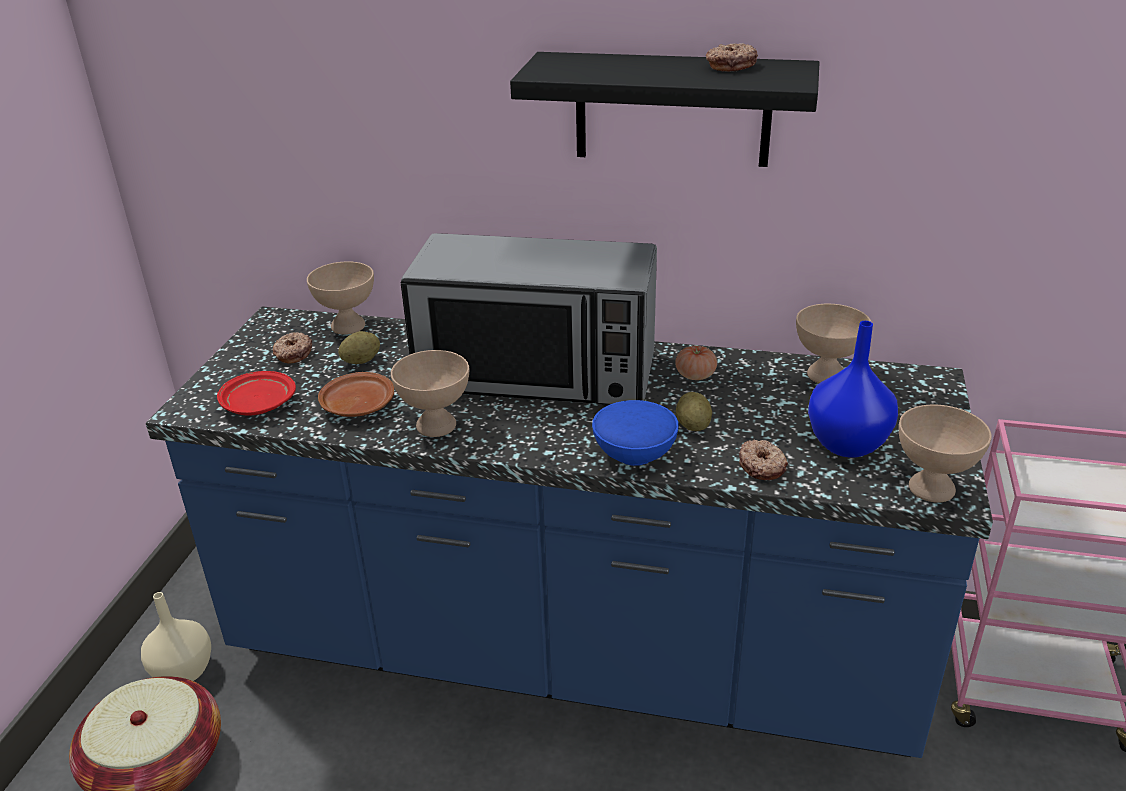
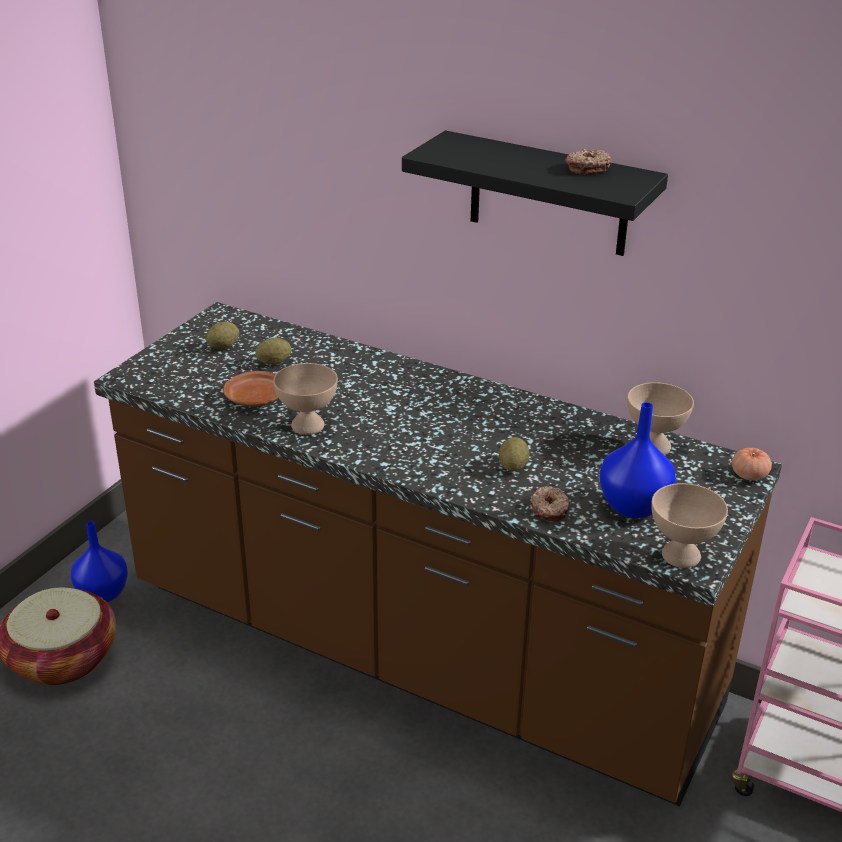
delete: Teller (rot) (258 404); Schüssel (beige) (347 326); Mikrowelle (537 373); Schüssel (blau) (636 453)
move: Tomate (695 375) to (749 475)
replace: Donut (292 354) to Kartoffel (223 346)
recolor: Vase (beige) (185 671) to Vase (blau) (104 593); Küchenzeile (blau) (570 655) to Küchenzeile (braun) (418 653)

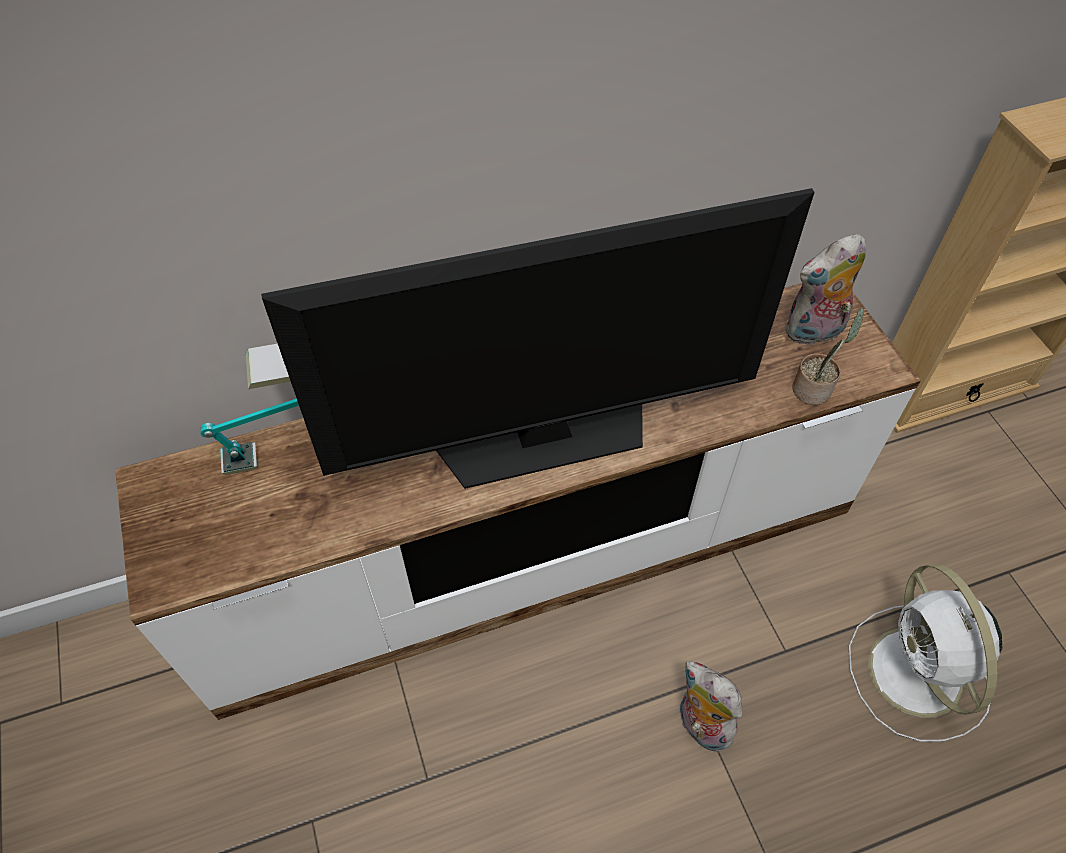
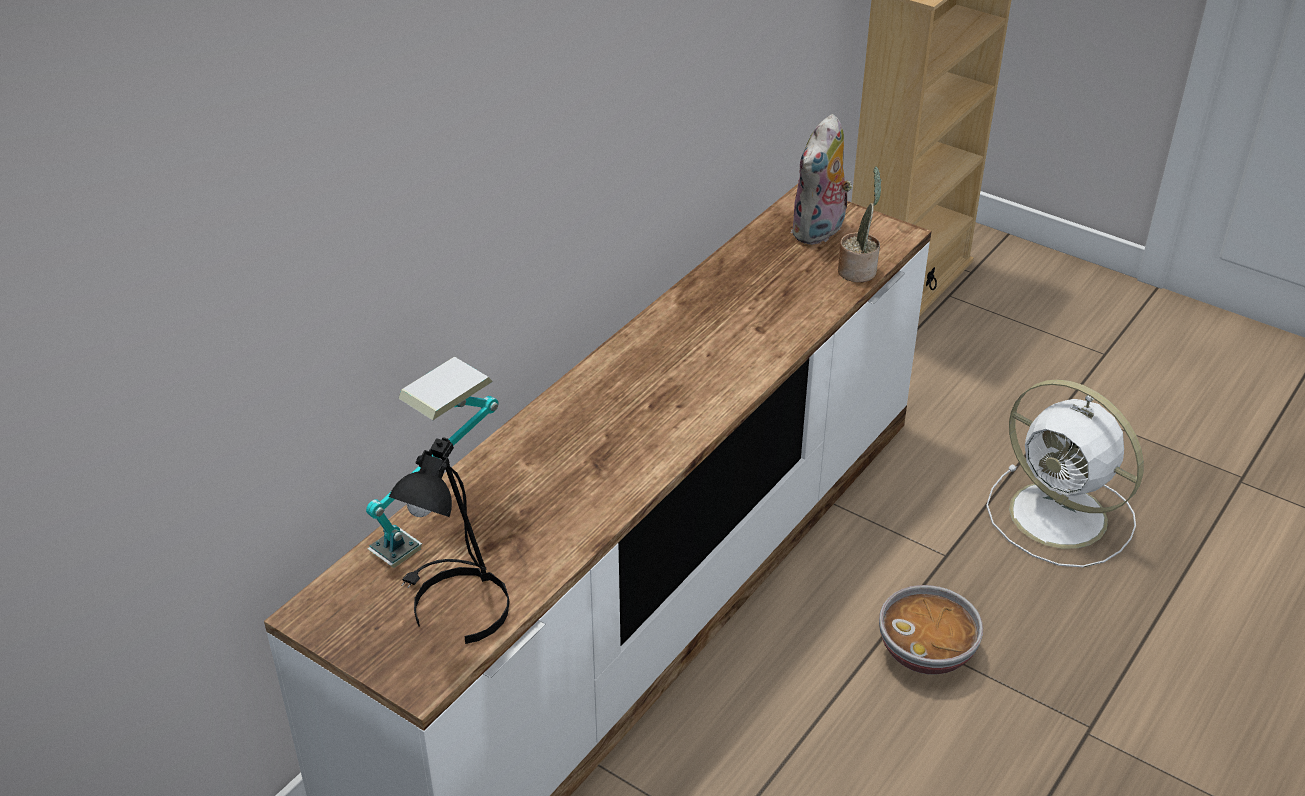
delete: Fernseher (544 436)
insert: Tischlampe (schwarz) (455 606)
replace: Plüschtier (700 726) to Schüssel (927 651)

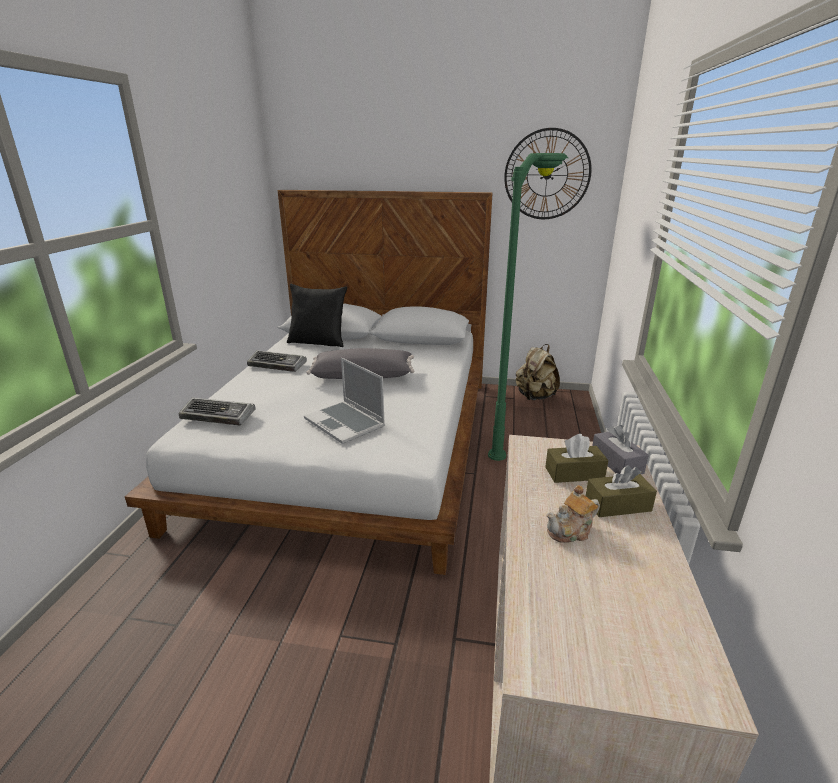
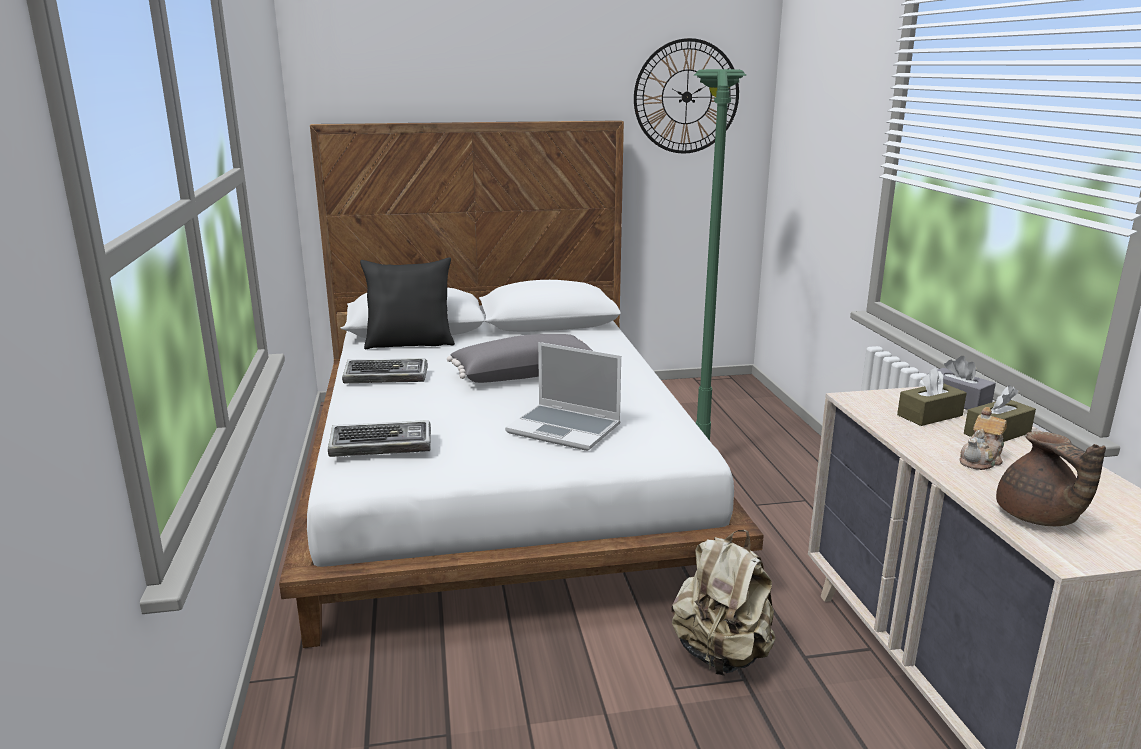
insert: Teekanne (braun) (1037 518)
move: Rucksack (beige) (535 397) to (722 654)

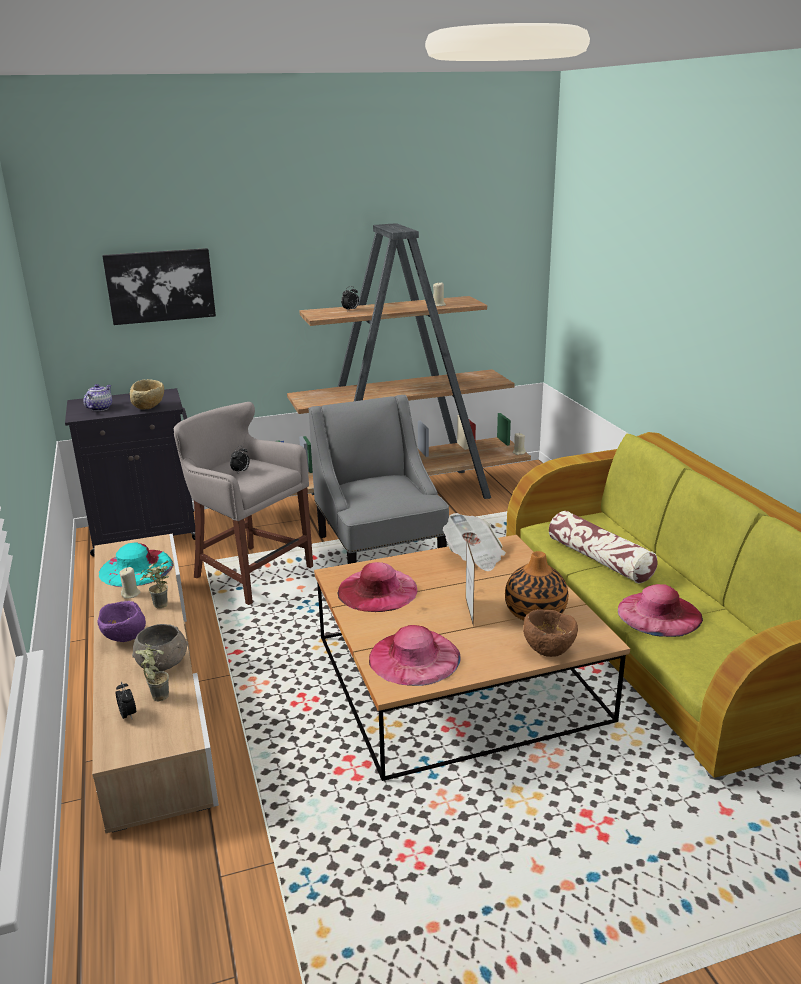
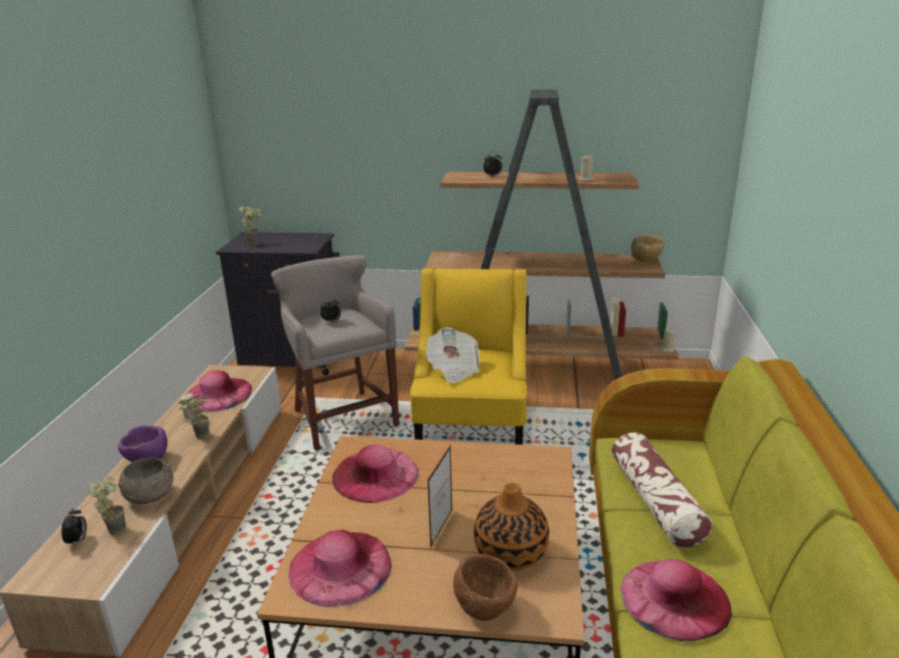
delete: Bild (160 286)
move: Zeitung (474 556) to (453 369); Schüssel (beige) (149 408) to (646 261)
replace: Teekanne (100 408) to Topfpflanze (255 243)
recolor: Hut (türkis) (136 568) to Hut (rosa) (218 394); Sessel (grau) (380 551) to Sessel (gelb) (472 425)

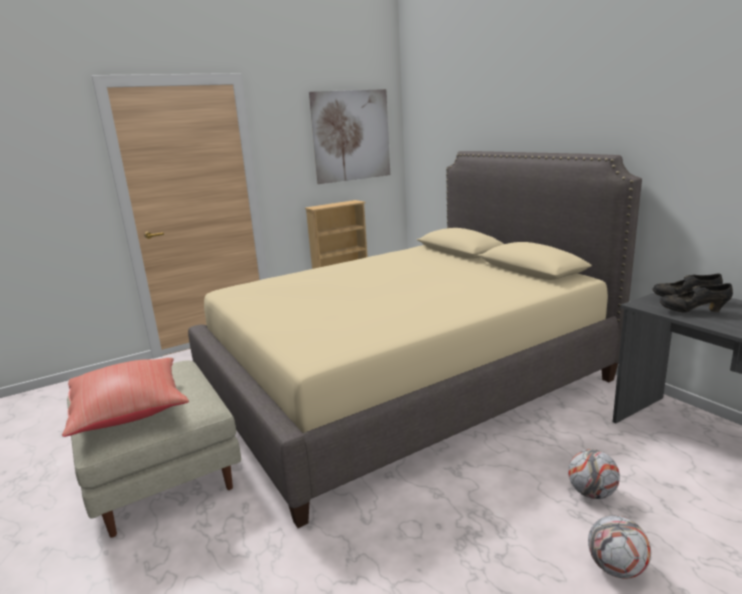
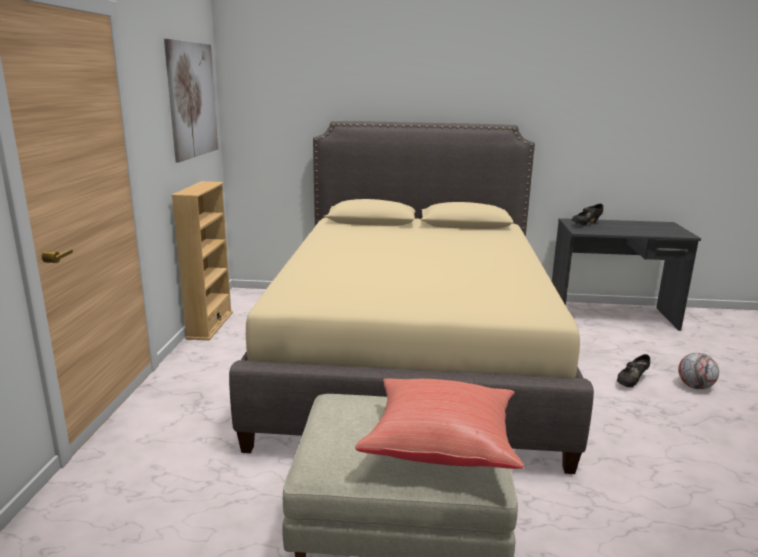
delete: Fußball (591 493)
move: Schuh (schwarz) (693 311) to (631 382)

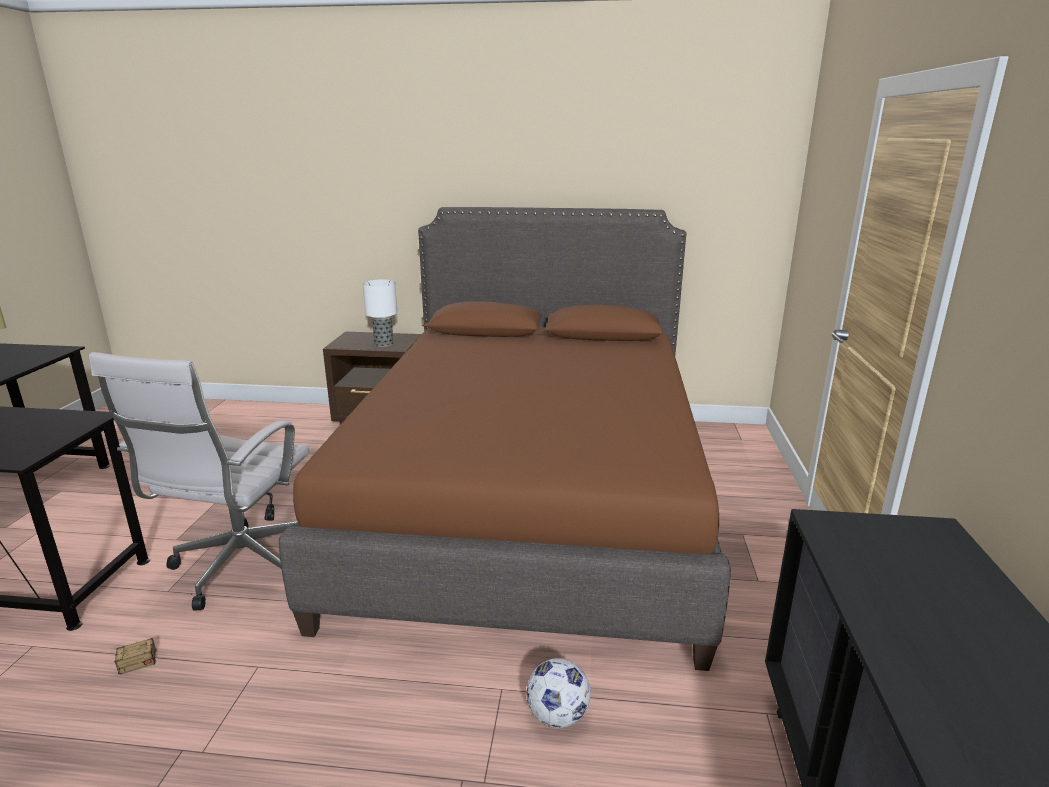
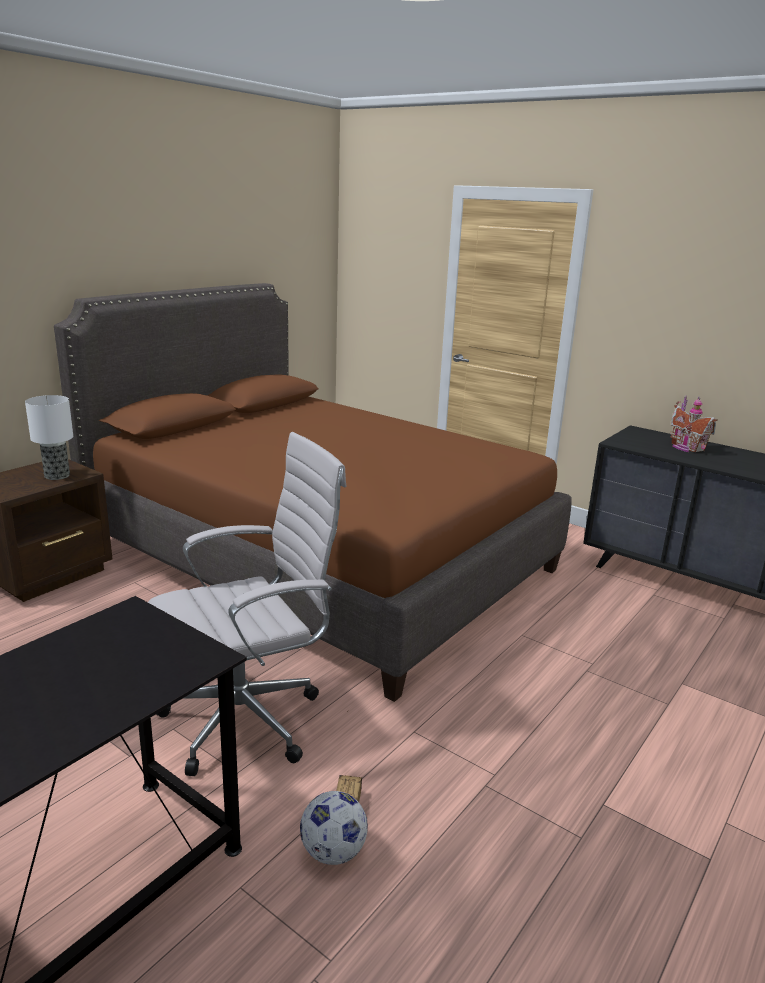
insert: Spielzeughaus (686 448)
move: Fußball (558 716) to (333 852)
rotate: Bürostuhl (weiß) (240 569) = (249 719) 75 degrees counterclockwise

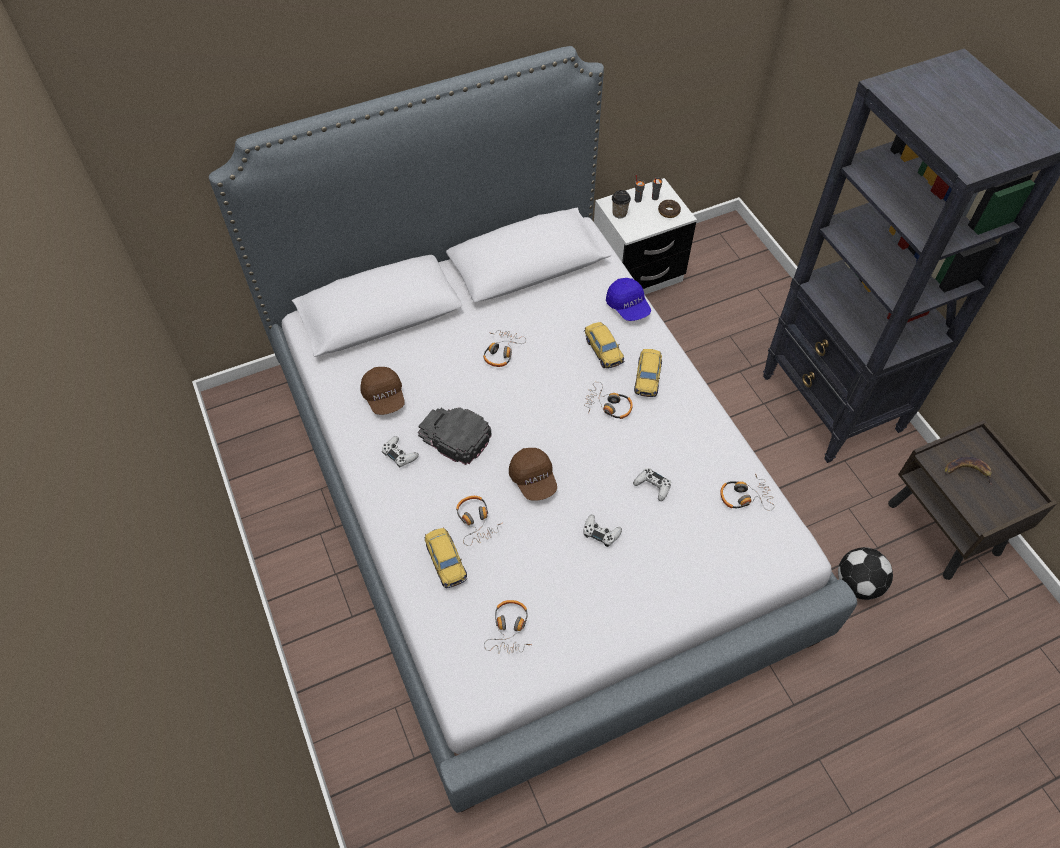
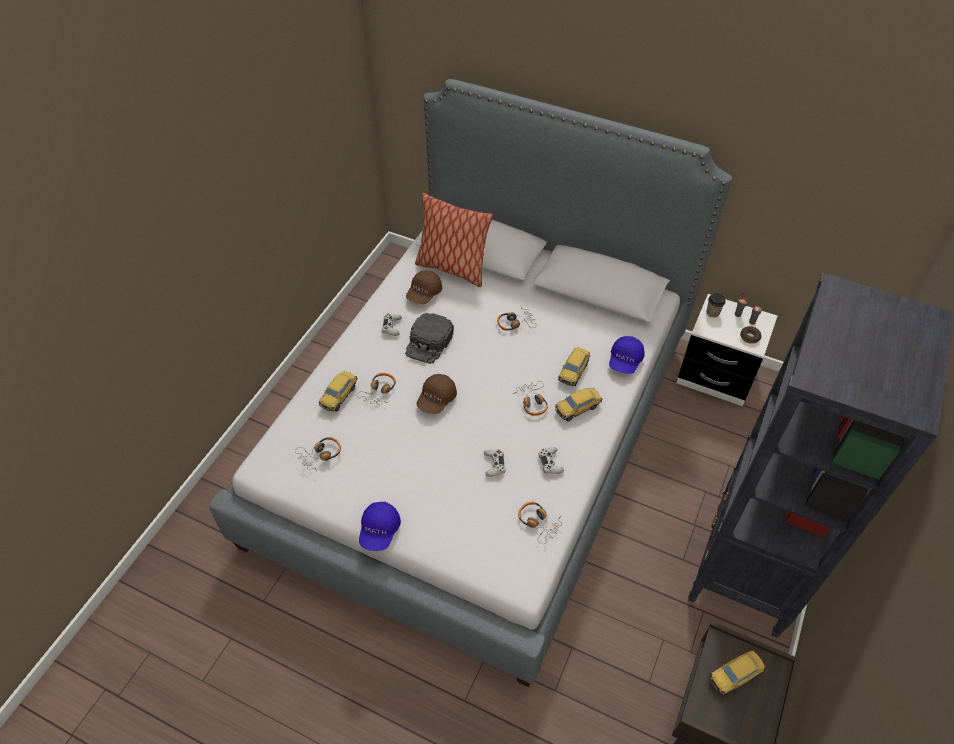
delete: Fußball (858 584)
insert: Kappe (blau) (379 531); Kissen (452 268)
move: Gamepad (weiß) (601 533) to (550 463)
replace: Banane (967 471) to Spielzeugauto (735 675)
rotate: Kappe (schwarz) (454 436) = (429 342) 150 degrees counterclockwise

